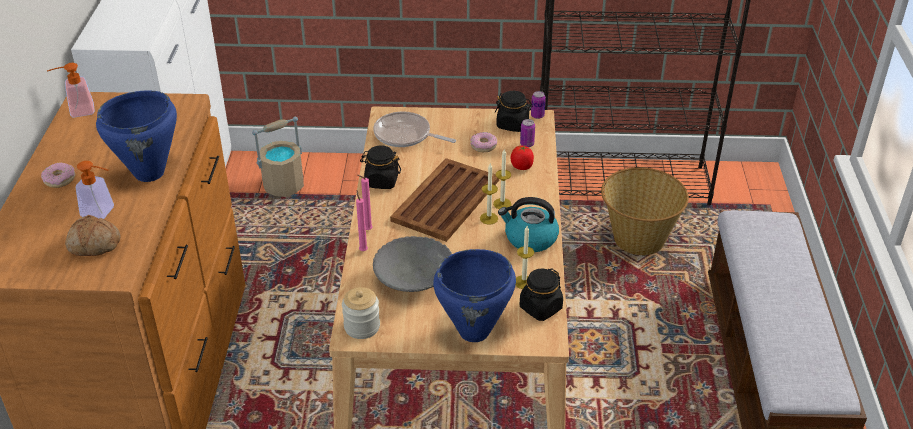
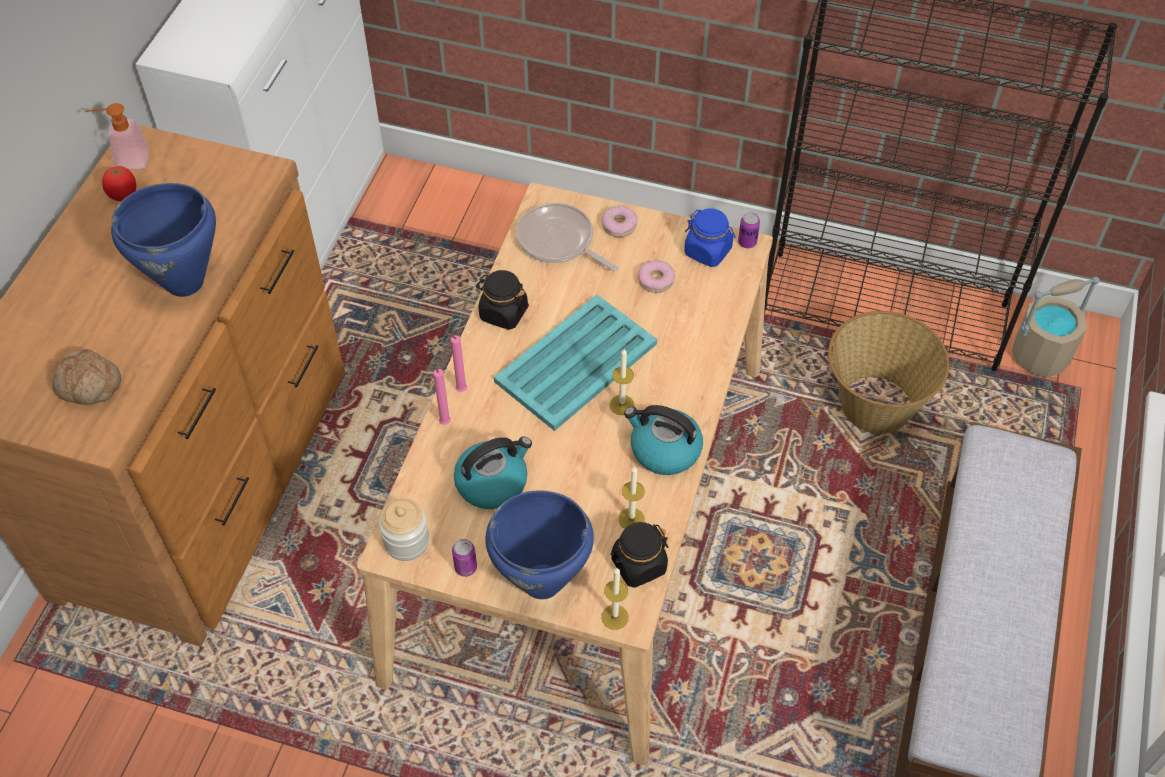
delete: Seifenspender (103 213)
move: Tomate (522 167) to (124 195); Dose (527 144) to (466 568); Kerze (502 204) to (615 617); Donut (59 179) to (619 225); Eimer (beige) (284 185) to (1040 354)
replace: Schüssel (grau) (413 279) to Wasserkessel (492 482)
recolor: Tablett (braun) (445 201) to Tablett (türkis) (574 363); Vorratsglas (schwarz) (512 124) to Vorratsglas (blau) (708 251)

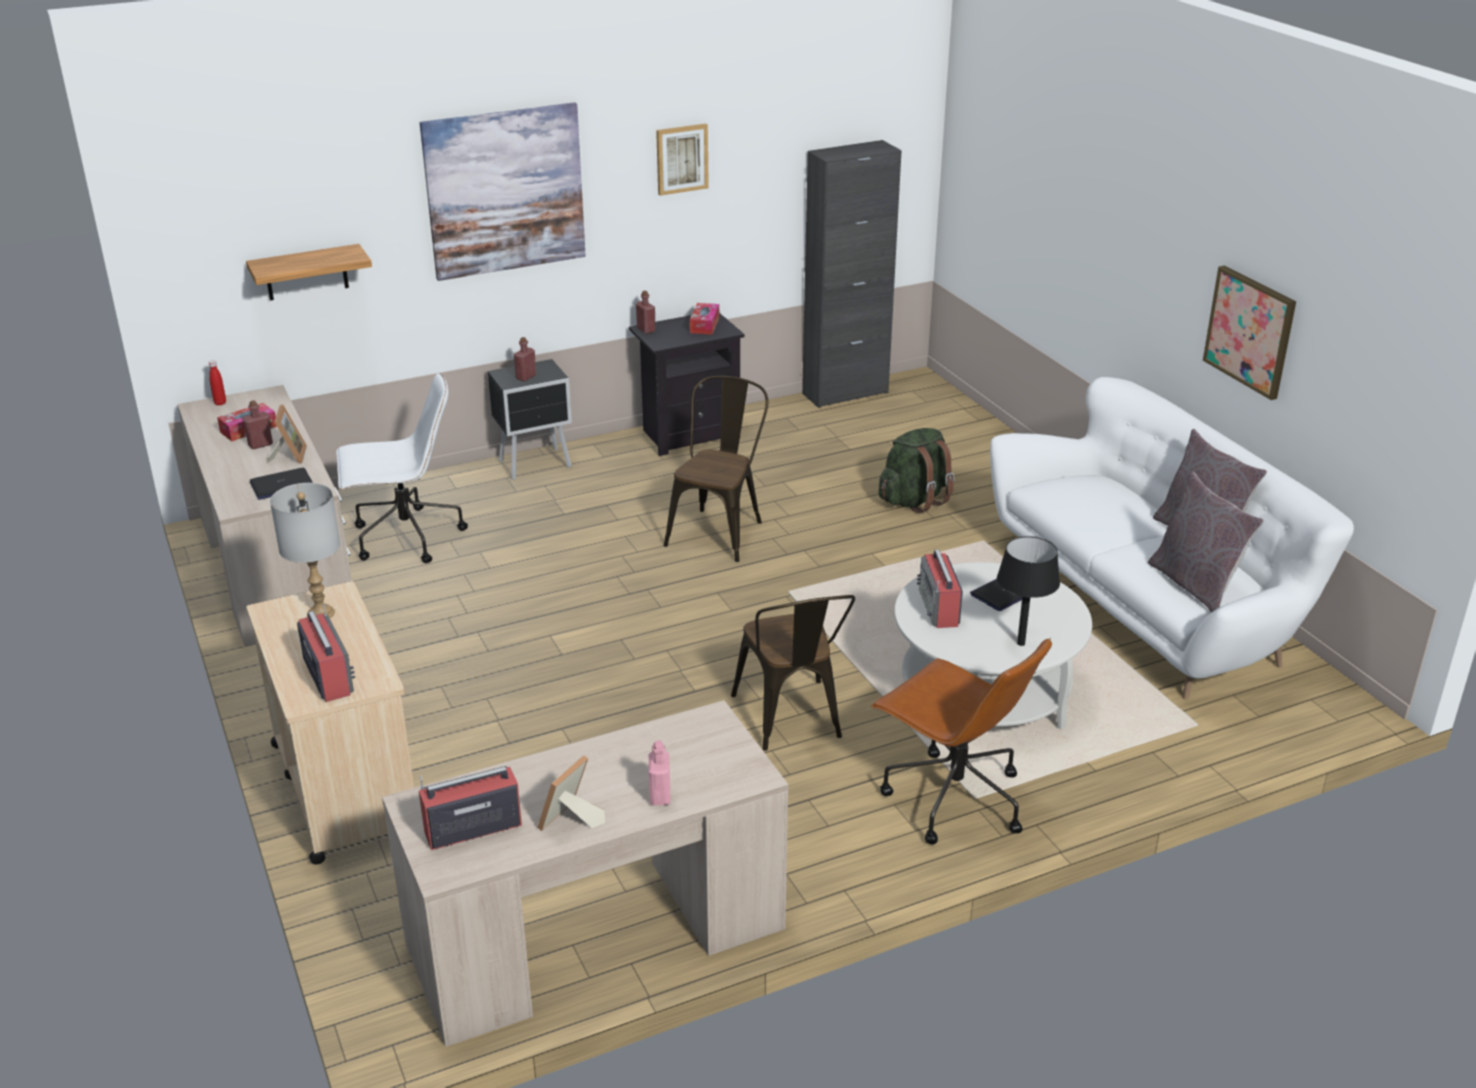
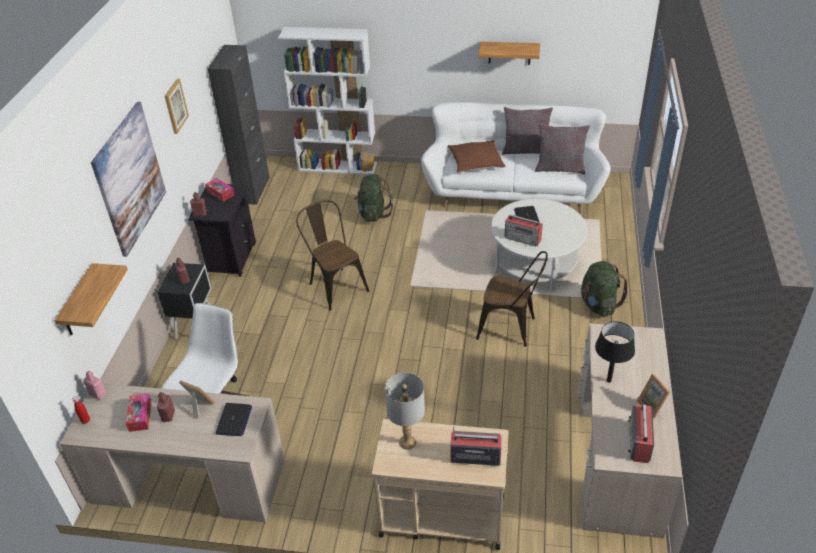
insert: Bücherregal (weiß) (338 166); Kissen (braun) (475 162)
move: Flasche (rosa) (660 796) to (98 394); Tischlampe (schwarz) (1020 643) to (609 380)
replace: Bild (1250 331) to Wandregal (509 53); Bürostuhl (braun) (952 798) to Rucksack (grün) (598 305)

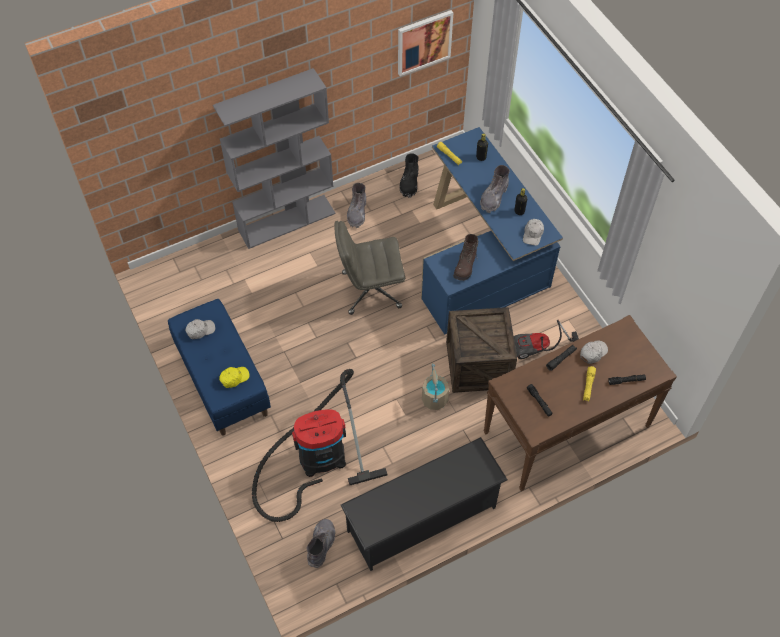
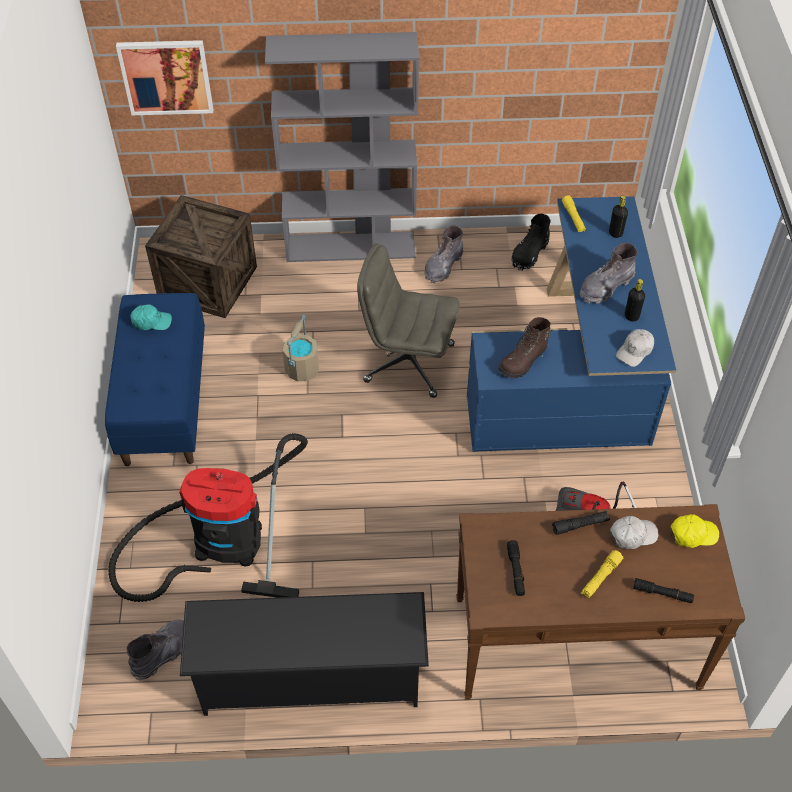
move: Bild (424 42) to (166 76); Kiste (478 365) to (208 282); Eimer (beige) (434 399) to (302 368); Kappe (gelb) (234 378) to (692 534)
recolor: Kappe (weiß) (200 330) to Kappe (türkis) (151 321)

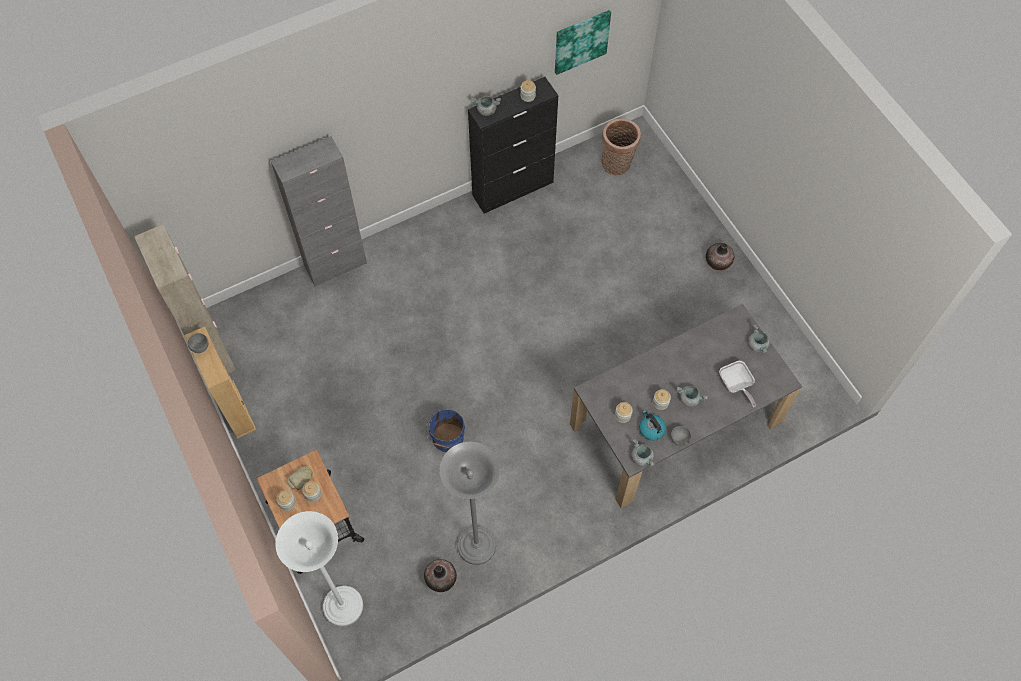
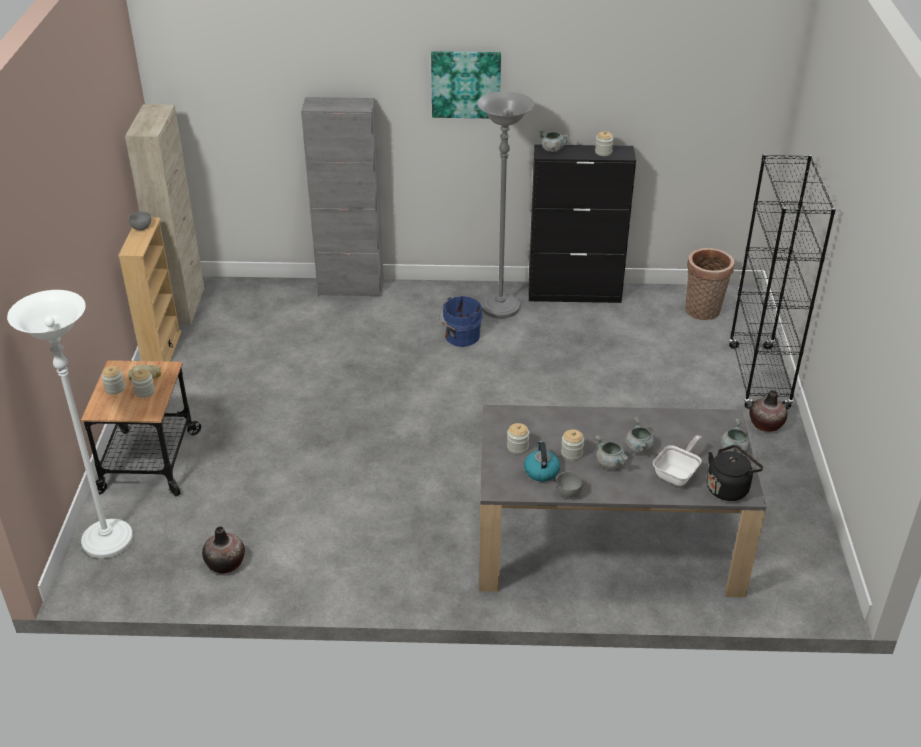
insert: Wasserkessel (schwarz) (729 488); Bücherregal (schwarz) (758 377)
move: Bild (581 41) to (466 84); Eimer (blau) (447 439) to (461 337); Stehlampe (grau) (476 546) to (500 308); Kochtopf (grau) (642 457) to (639 448)
rotate: Pfanne (735 385) = (677 474) 150 degrees counterclockwise

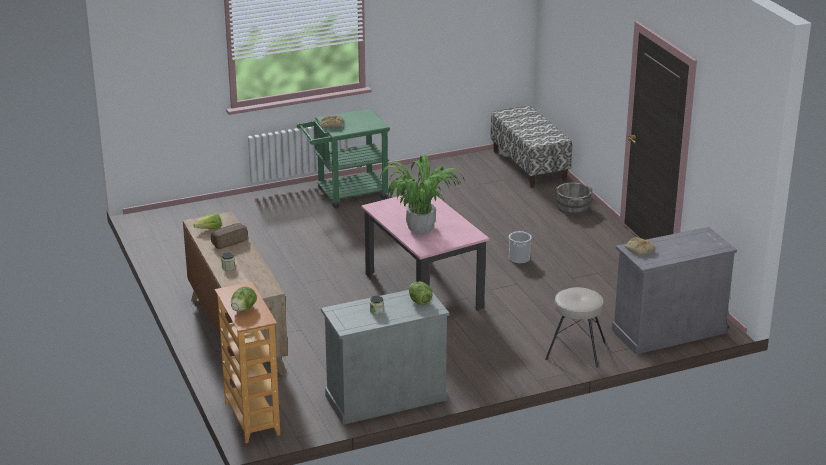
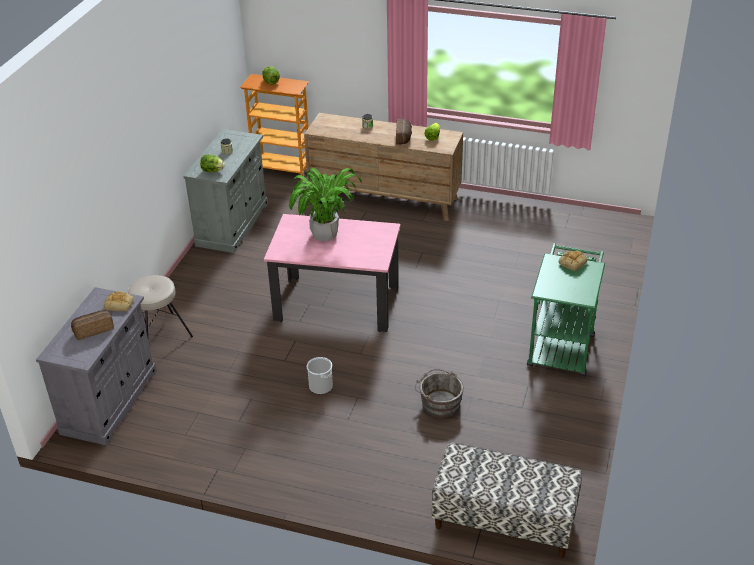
insert: Brot (93 329)
move: Eimer (grau) (573 209) to (438 403)

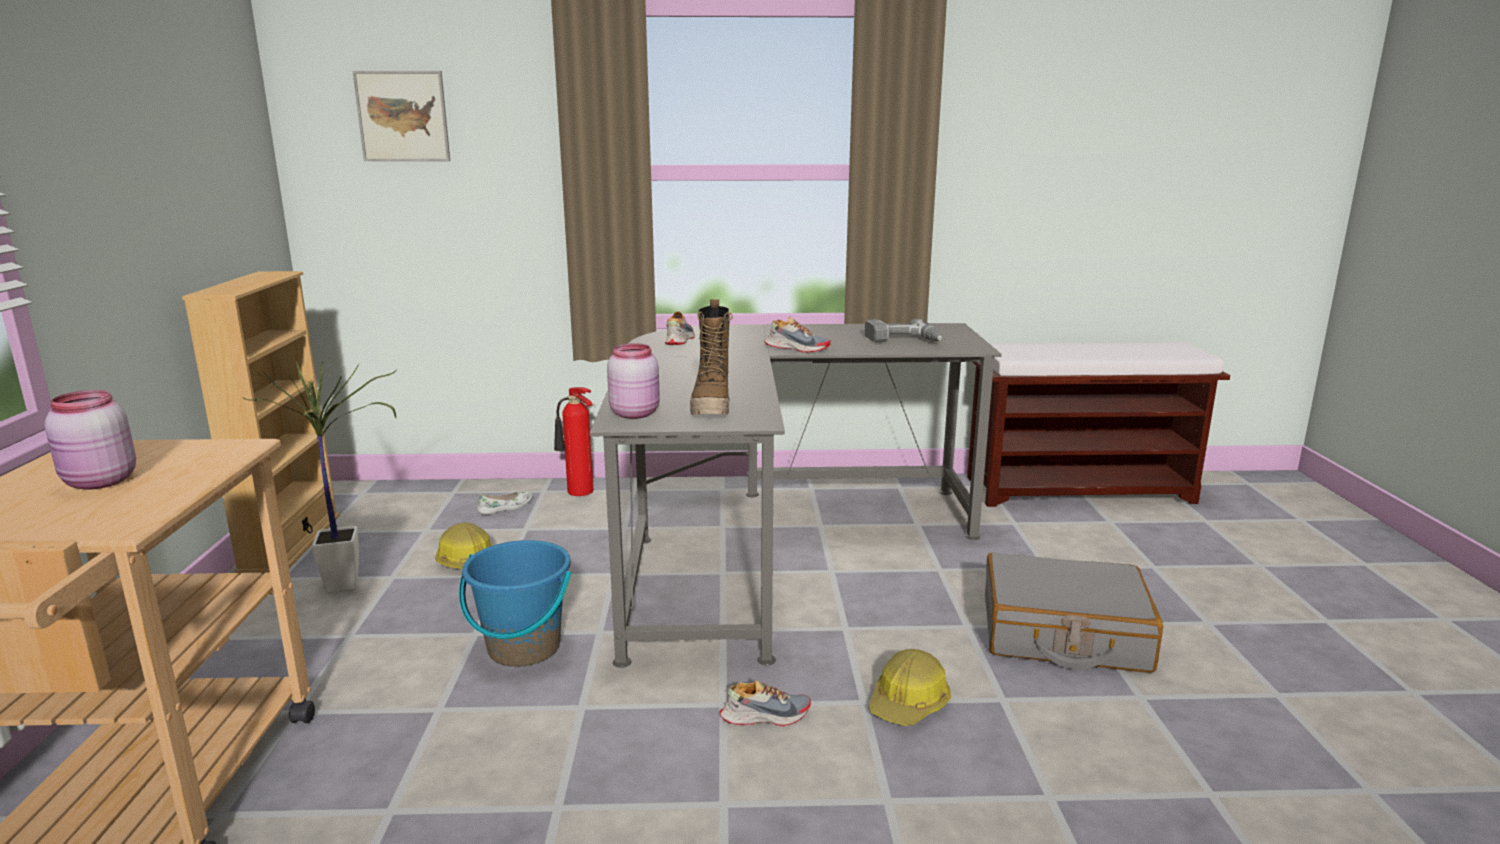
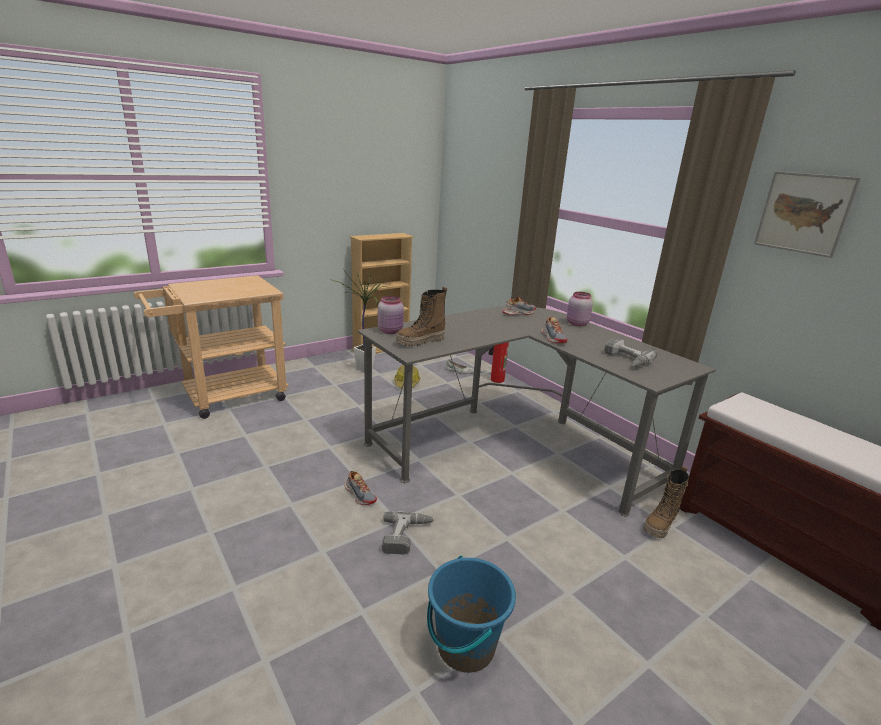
delete: Koffer (grau) (1063 634)
insert: Stiefel (661 525)
move: Eimer (blau) (523 648) to (465 647); Vorratsglas (rosa) (99 482) to (576 324); Bild (402 116) to (804 213)
replace: Schutzhelm (909 703) to Bohrmaschine (407 536)

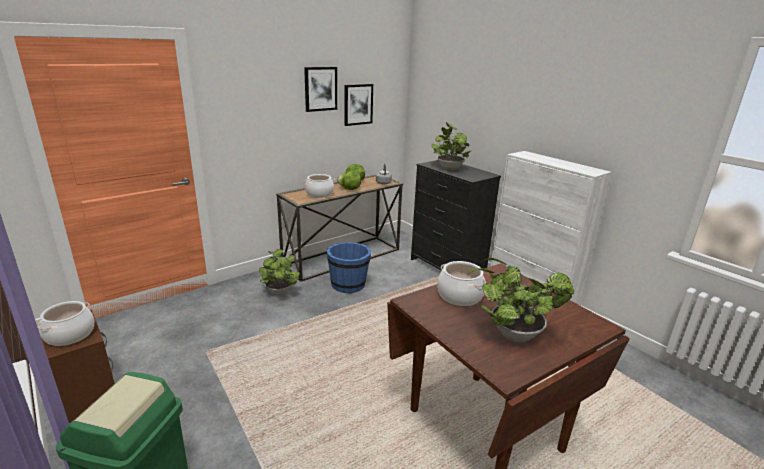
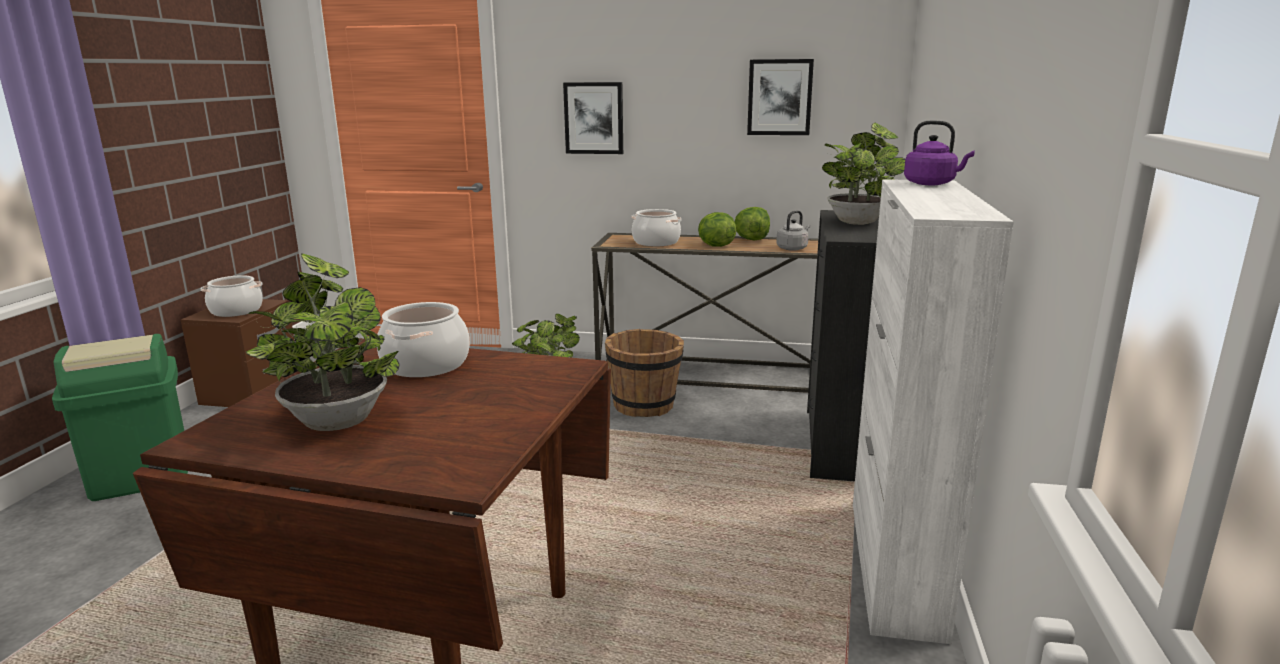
insert: Wasserkessel (lila) (932 184)
move: Bild (320 89) to (594 118)
recolor: Eimer (blau) (348 285) to Eimer (braun) (644 405)

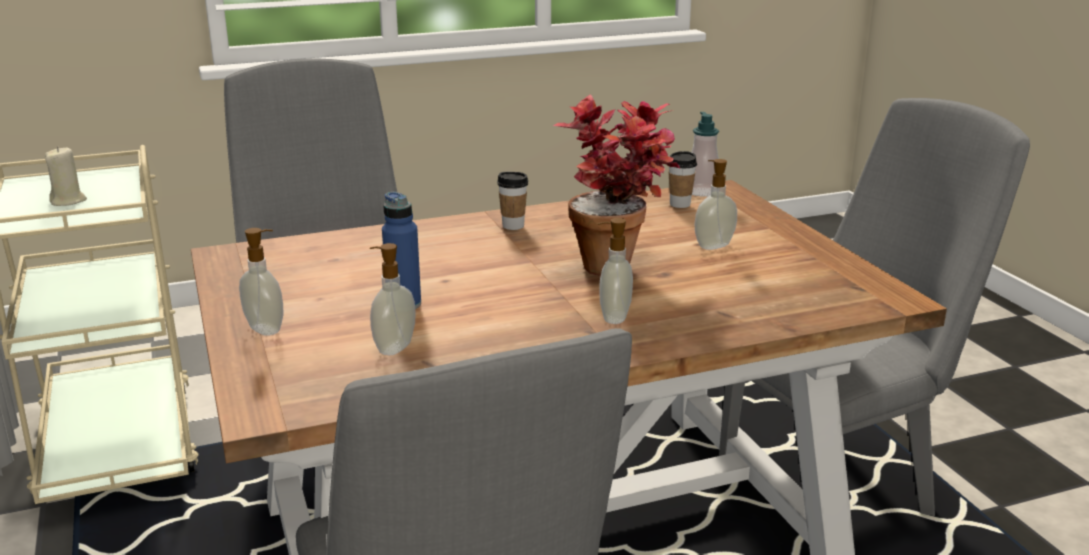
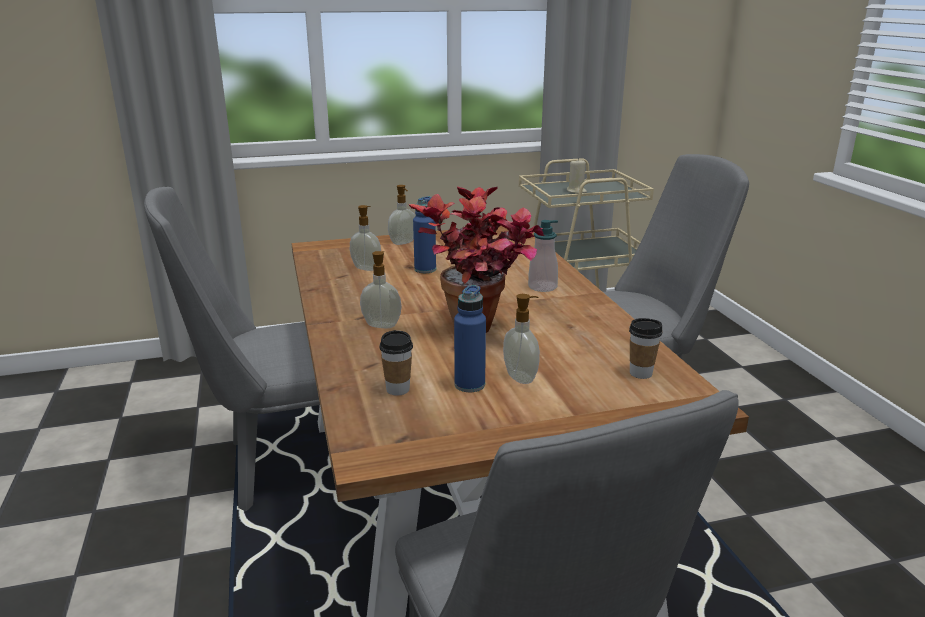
insert: Flasche (blau) (469 385)
move: Tasse (513 226) to (398 389); Seifenspender (702 192) to (542 287)

